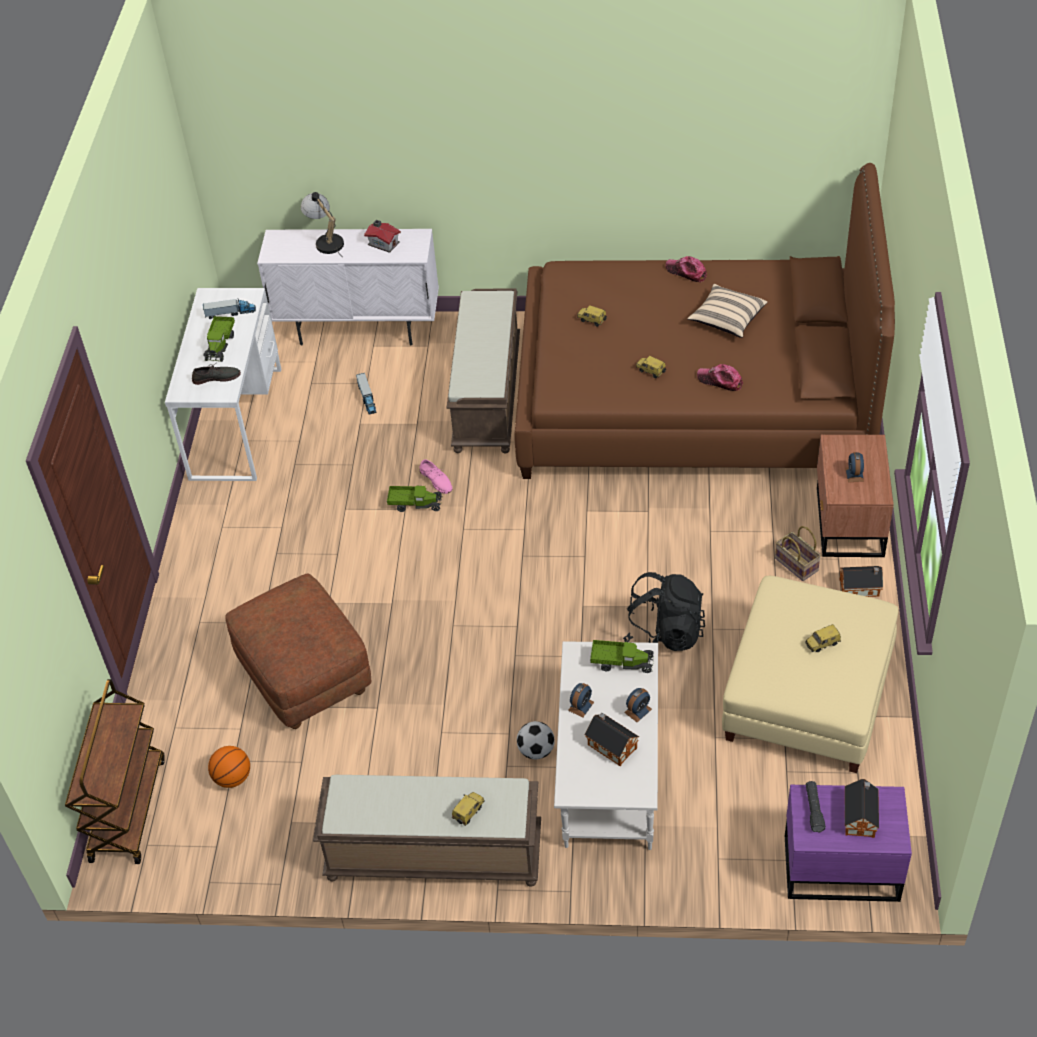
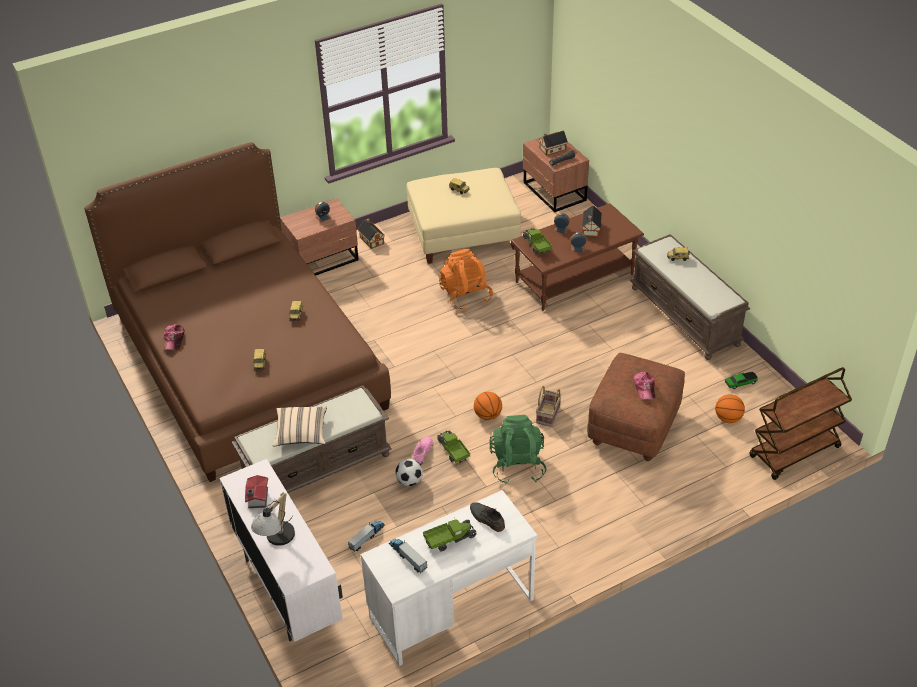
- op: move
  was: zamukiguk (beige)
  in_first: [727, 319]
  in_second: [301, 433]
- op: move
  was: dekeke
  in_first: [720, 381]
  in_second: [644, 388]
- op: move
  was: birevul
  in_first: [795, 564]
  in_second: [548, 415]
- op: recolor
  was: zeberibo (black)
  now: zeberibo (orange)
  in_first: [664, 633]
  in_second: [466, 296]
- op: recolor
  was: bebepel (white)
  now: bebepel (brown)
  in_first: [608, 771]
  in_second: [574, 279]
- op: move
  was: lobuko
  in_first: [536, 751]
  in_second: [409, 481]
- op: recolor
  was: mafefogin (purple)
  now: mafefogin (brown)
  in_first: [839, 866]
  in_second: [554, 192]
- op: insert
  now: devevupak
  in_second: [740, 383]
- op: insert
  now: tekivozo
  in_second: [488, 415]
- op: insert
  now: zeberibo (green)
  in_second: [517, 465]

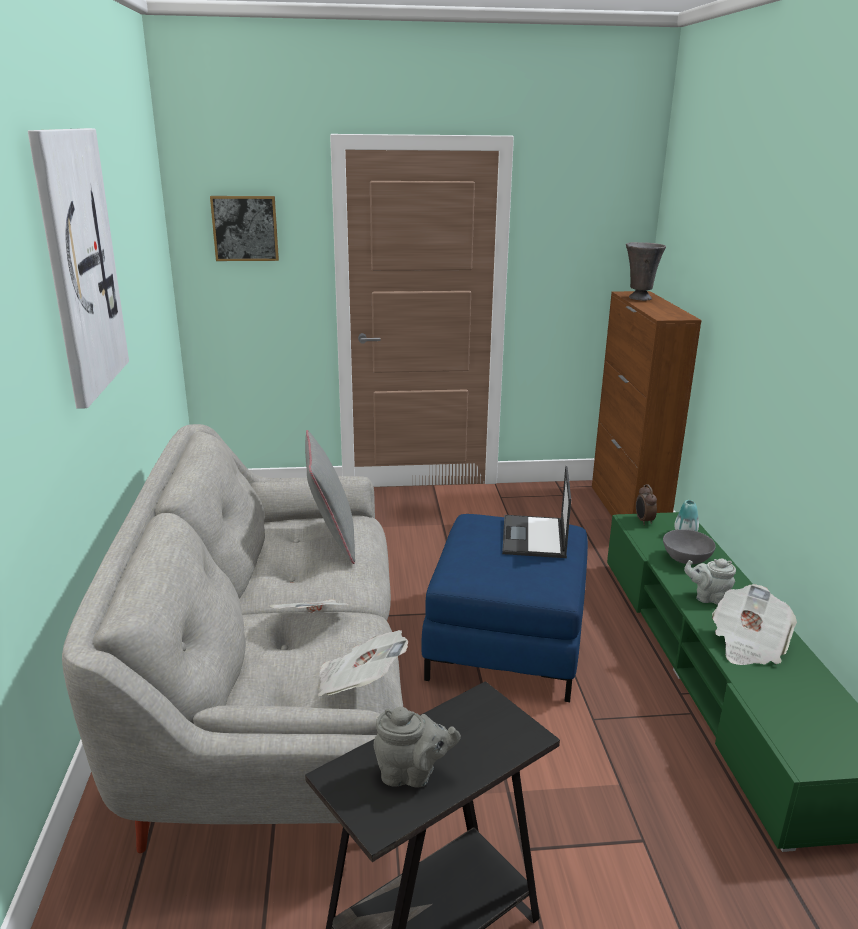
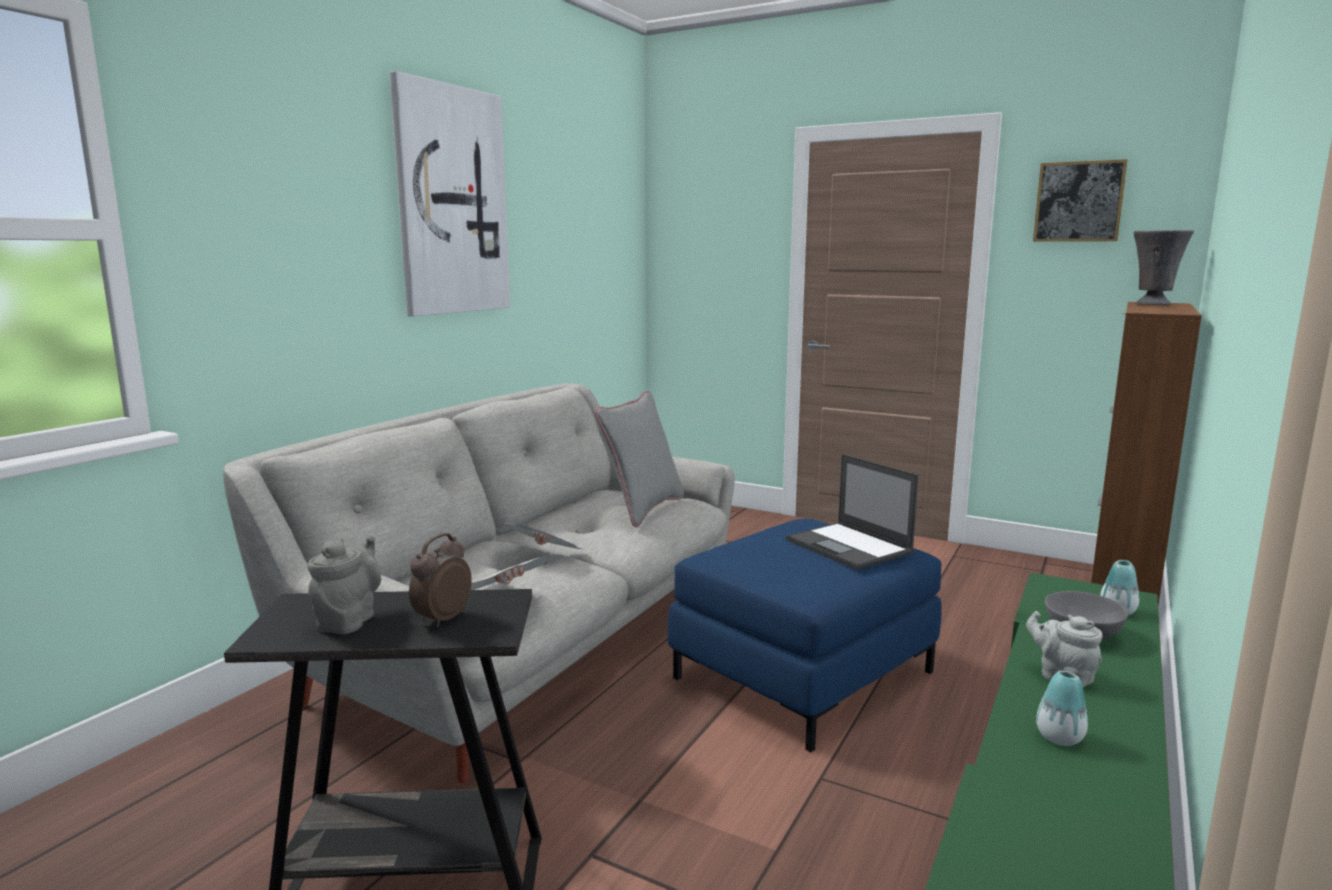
- op: move
  was: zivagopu
  in_first: [245, 228]
  in_second: [1078, 202]
- op: rotate
  was: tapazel
  in_first: [534, 537]
  in_second: [849, 547]
  clockwise: -75
- op: move
  was: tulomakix
  in_first: [643, 521]
  in_second: [441, 620]
- op: replace
  was: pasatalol
  now: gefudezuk
  in_first: [748, 644]
  in_second: [1059, 738]
- op: rotate
  was: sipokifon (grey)
  in_first: [412, 774]
  in_second: [349, 620]
  clockwise: -120

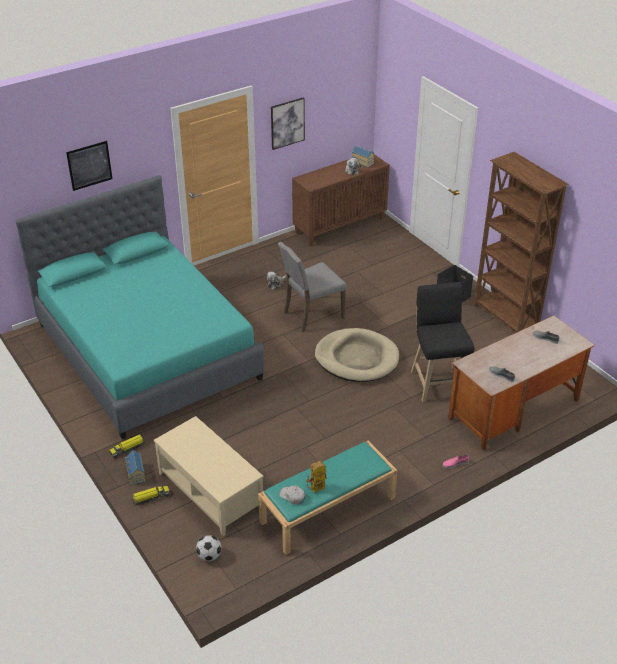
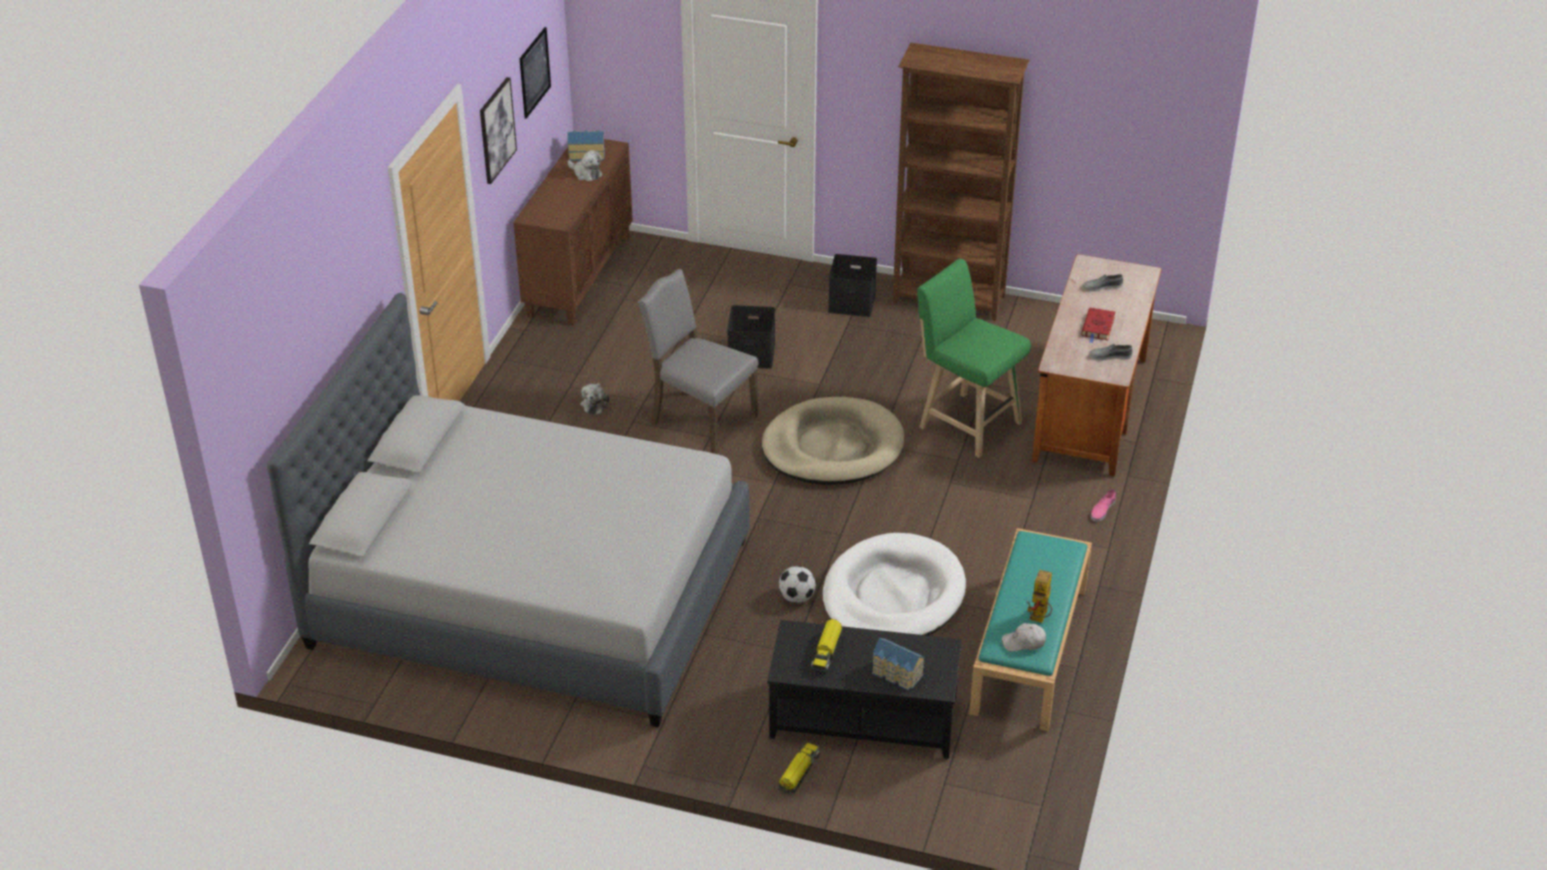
- op: move
  was: zivagopu
  in_first: [89, 165]
  in_second: [534, 72]
- op: recolor
  was: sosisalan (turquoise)
  now: sosisalan (grey)
  in_first: [148, 351]
  in_second: [531, 592]
- op: rotate
  was: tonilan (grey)
  in_first: [312, 315]
  in_second: [700, 420]
  clockwise: 105
- op: recolor
  was: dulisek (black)
  now: dulisek (green)
  in_first: [437, 381]
  in_second: [966, 423]
- op: recolor
  was: bebepel (beige)
  now: bebepel (black)
  in_first: [211, 491]
  in_second: [863, 716]
- op: move
  was: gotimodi
  in_first: [127, 449]
  in_second: [826, 651]
- op: move
  was: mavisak
  in_first: [135, 474]
  in_second: [896, 674]
- op: move
  was: lobuko
  in_first: [209, 556]
  in_second: [796, 598]
- op: insert
  now: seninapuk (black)
  in_second: [752, 354]
- op: insert
  now: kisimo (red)
  in_second: [1098, 327]
- op: insert
  now: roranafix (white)
  in_second: [893, 596]

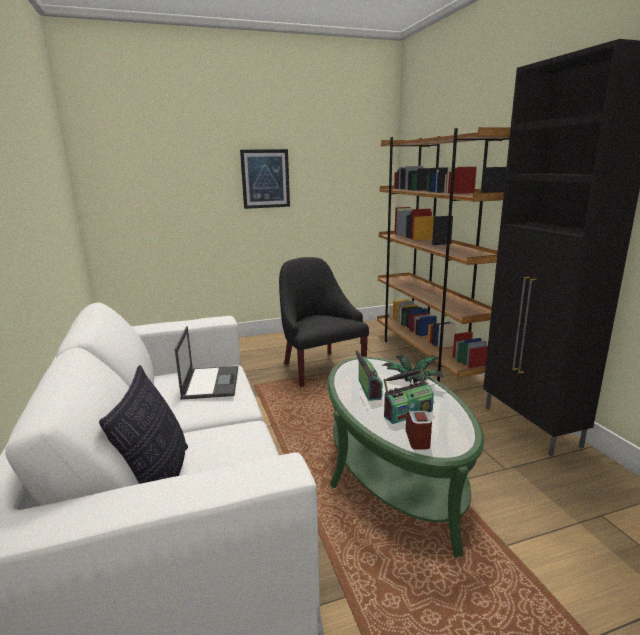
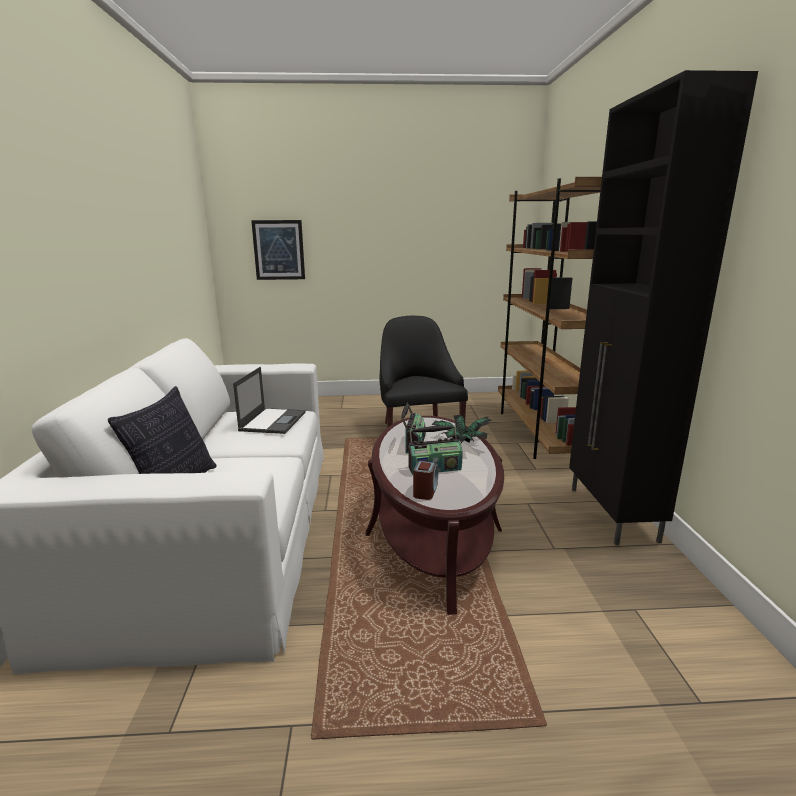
- op: move
  was: zivagopu
  in_first: [265, 179]
  in_second: [279, 250]
- op: recolor
  was: bebepel (green)
  now: bebepel (brown)
  in_first: [393, 471]
  in_second: [433, 532]

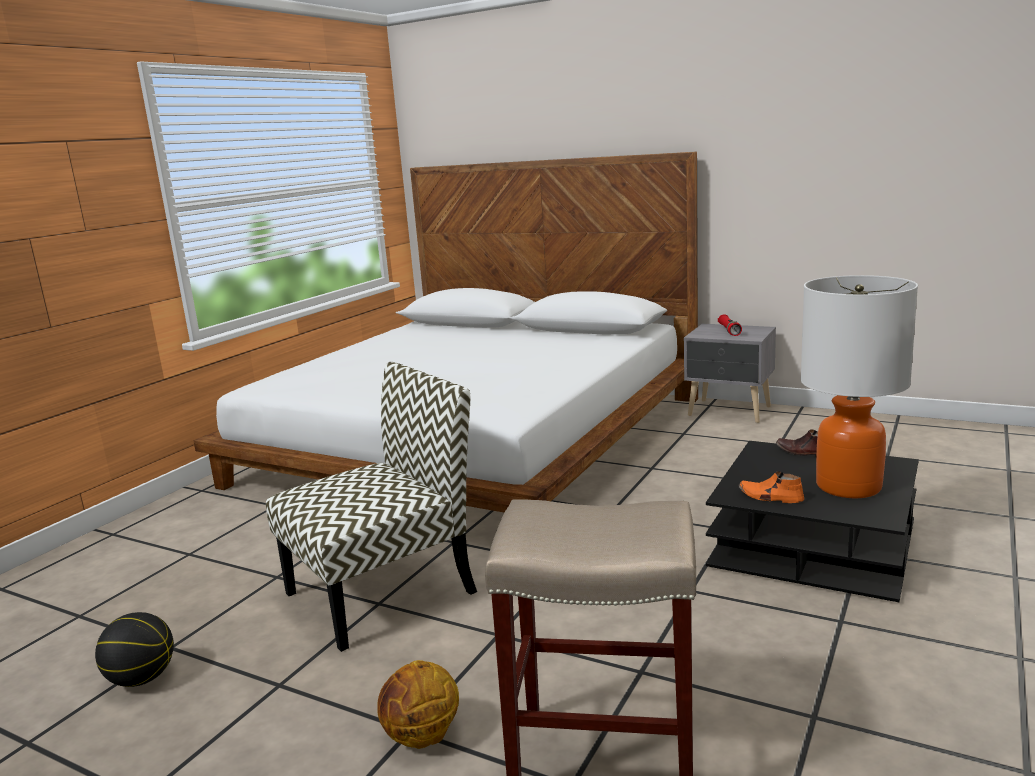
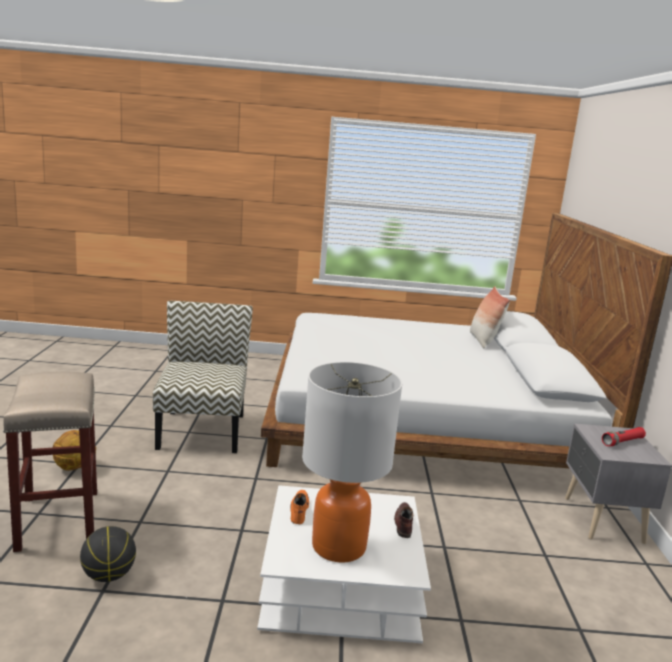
- op: rotate
  was: tonilan
  in_first: [383, 591]
  in_second: [201, 430]
  clockwise: -120
- op: recolor
  was: bebepel (black)
  now: bebepel (white)
  in_first: [813, 544]
  in_second: [340, 583]
- op: move
  was: tekivozo
  in_first: [142, 678]
  in_second: [109, 575]
- op: insert
  now: zamukiguk
  in_second: [483, 341]

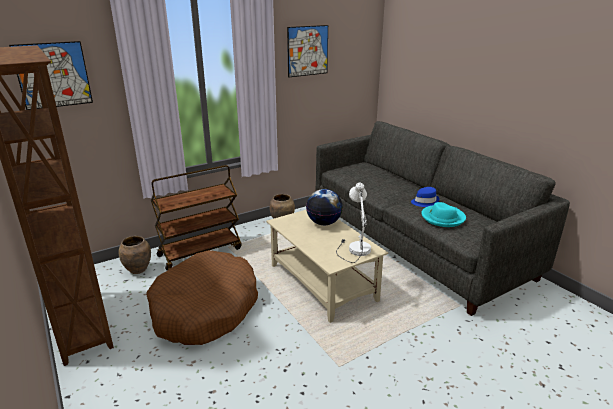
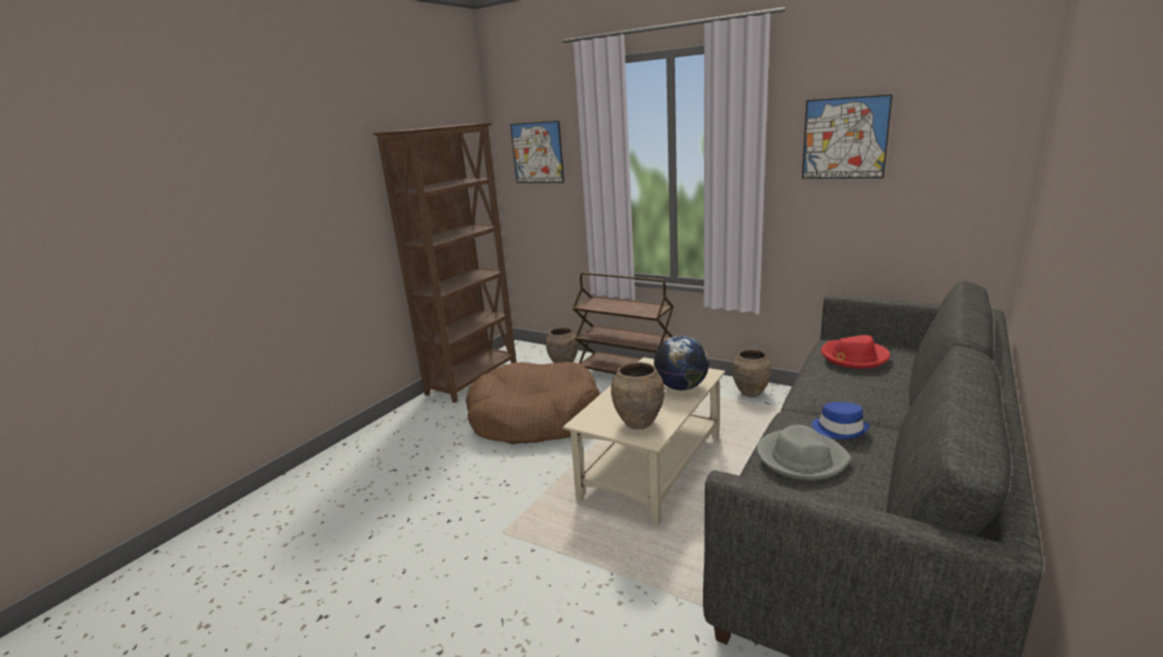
- op: replace
  was: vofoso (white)
  now: gefudezuk (brown)
  in_first: [353, 248]
  in_second: [638, 423]
- op: recolor
  was: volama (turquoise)
  now: volama (grey)
  in_first: [442, 218]
  in_second: [801, 458]
- op: insert
  now: volama (red)
  in_second: [853, 357]

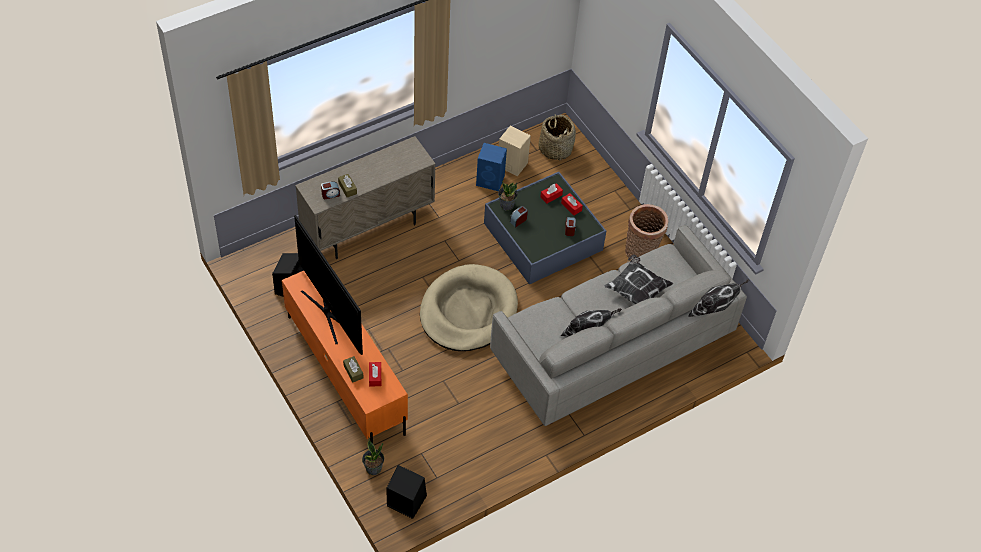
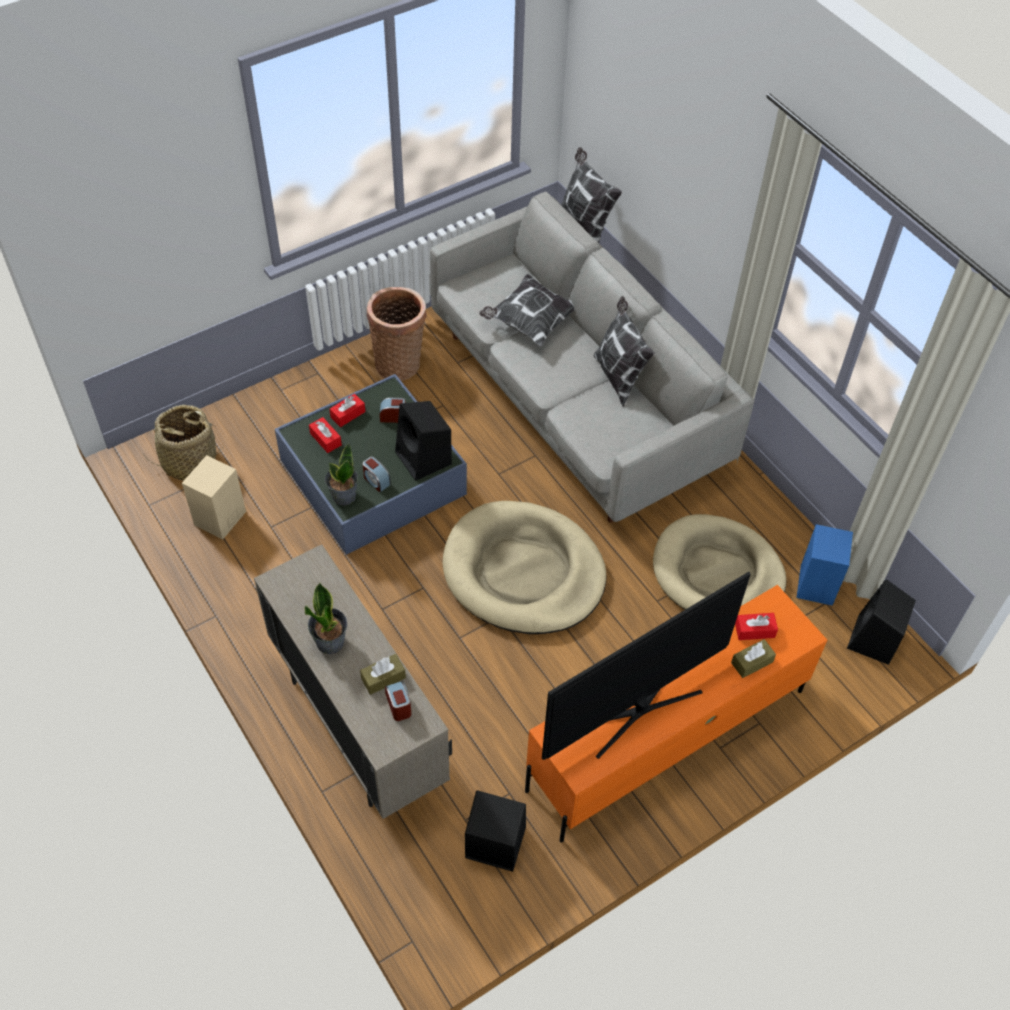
- op: move
  was: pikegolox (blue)
  in_first: [491, 181]
  in_second: [816, 584]
- op: move
  was: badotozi
  in_first: [373, 468]
  in_second: [330, 642]
- op: insert
  now: pikegolox (black)
  in_second: [424, 459]
- op: insert
  now: roranafix (beige)
  in_second: [717, 573]

